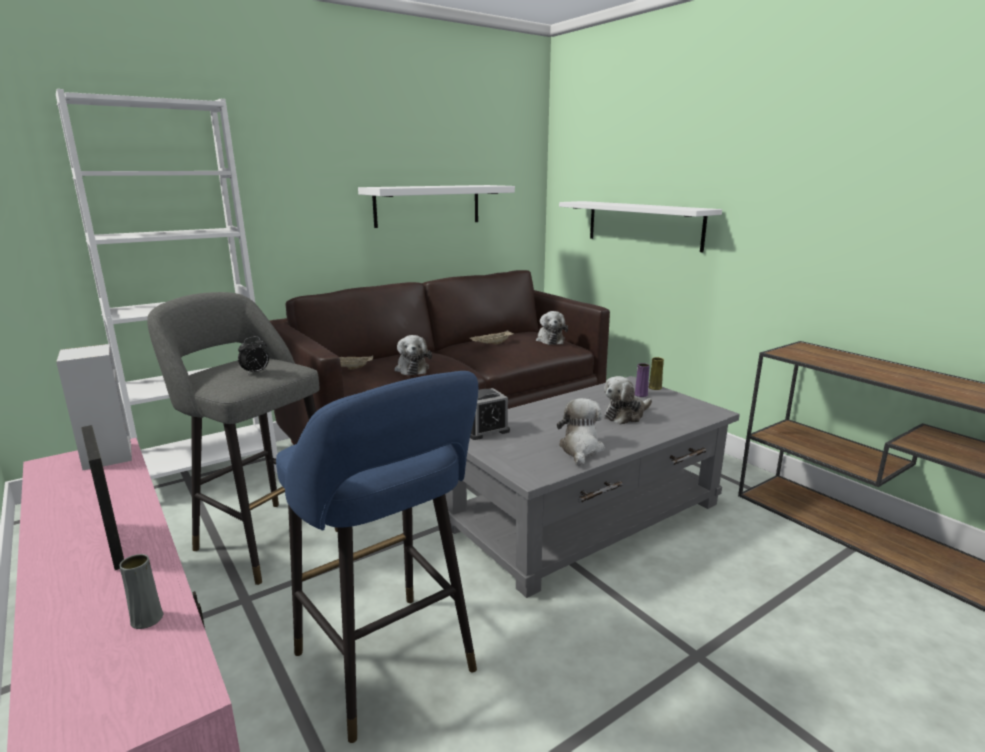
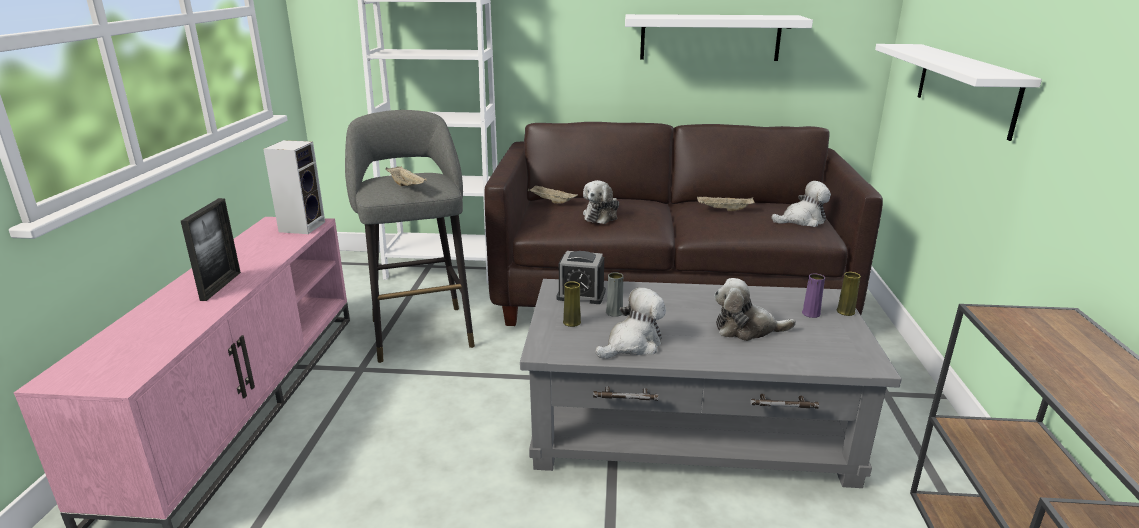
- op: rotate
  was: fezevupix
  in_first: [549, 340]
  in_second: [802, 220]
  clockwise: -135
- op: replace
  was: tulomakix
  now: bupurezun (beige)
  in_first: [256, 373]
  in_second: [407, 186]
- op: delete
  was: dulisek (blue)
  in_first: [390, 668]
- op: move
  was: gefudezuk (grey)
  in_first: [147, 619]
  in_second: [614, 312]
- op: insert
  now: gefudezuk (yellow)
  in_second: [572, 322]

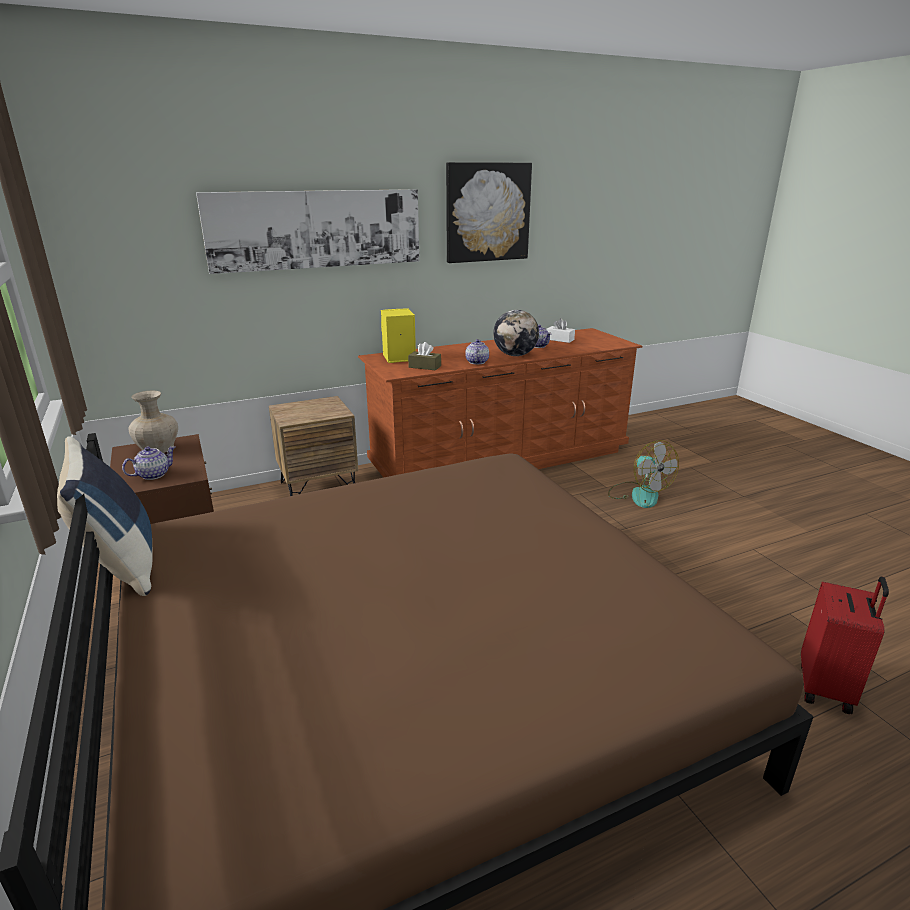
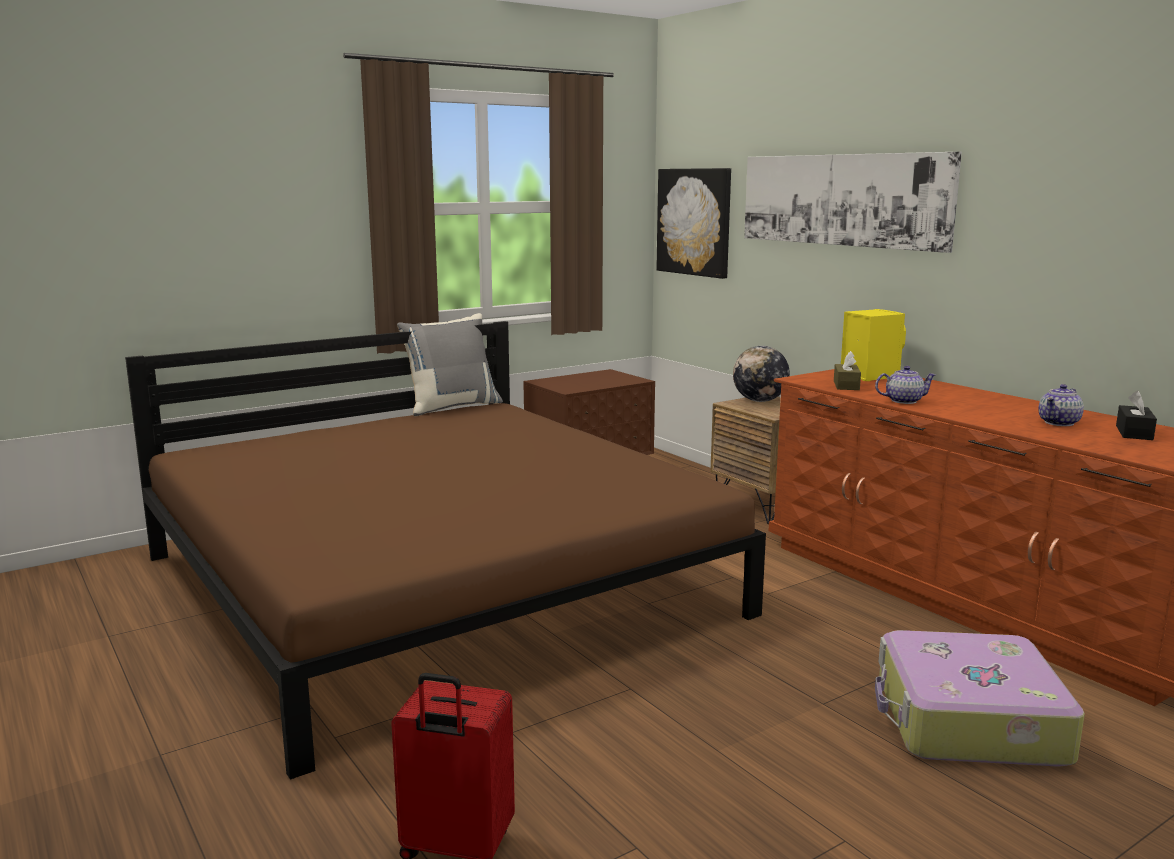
- op: move
  was: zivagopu
  in_first: [487, 212]
  in_second: [694, 222]
- op: move
  was: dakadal
  in_first: [515, 355]
  in_second: [759, 401]
- op: recolor
  was: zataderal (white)
  now: zataderal (black)
  in_first: [560, 339]
  in_second: [1134, 433]
- op: delete
  was: gefudezuk (beige)
  in_first: [158, 448]
- op: recolor
  was: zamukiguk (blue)
  now: zamukiguk (grey)
  in_first: [121, 565]
  in_second: [452, 406]
- op: replace
  was: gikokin
  now: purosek
  in_first: [638, 494]
  in_second: [967, 721]
- op: delete
  was: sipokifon
  in_first: [153, 475]

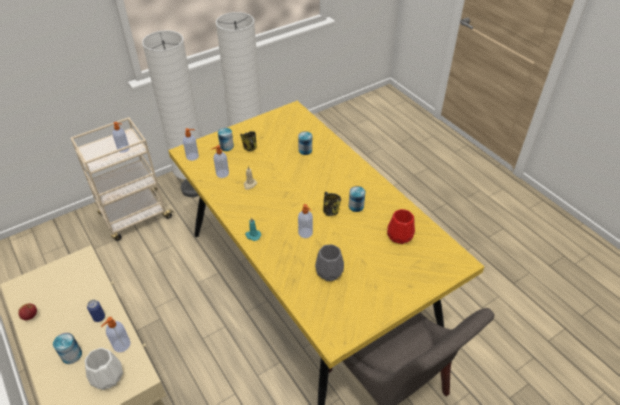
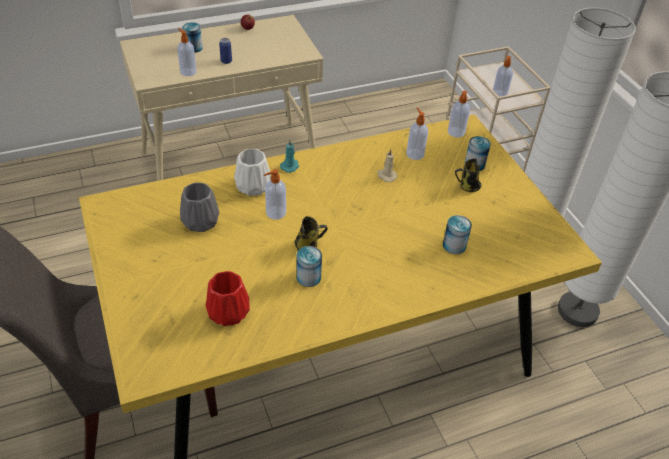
- op: move
  was: gefudezuk (white)
  in_first: [107, 376]
  in_second: [253, 186]

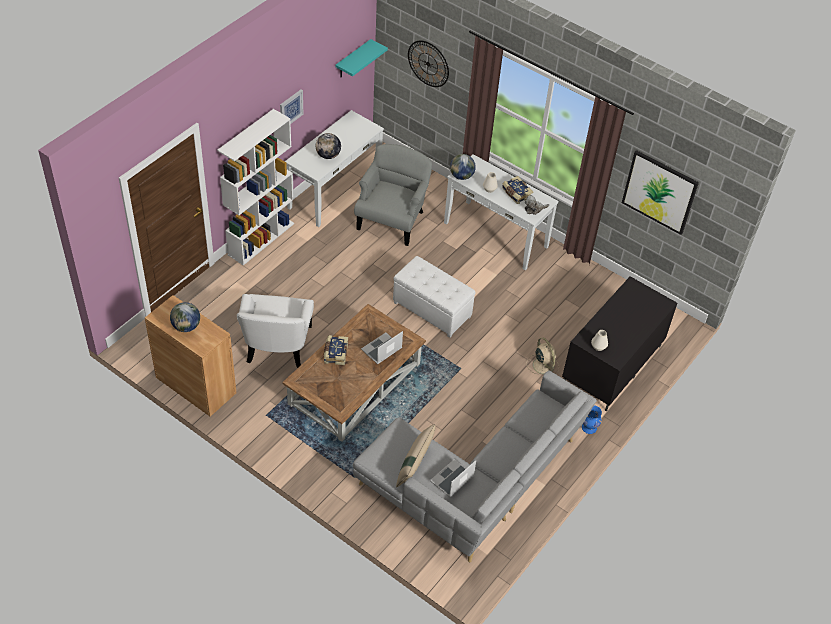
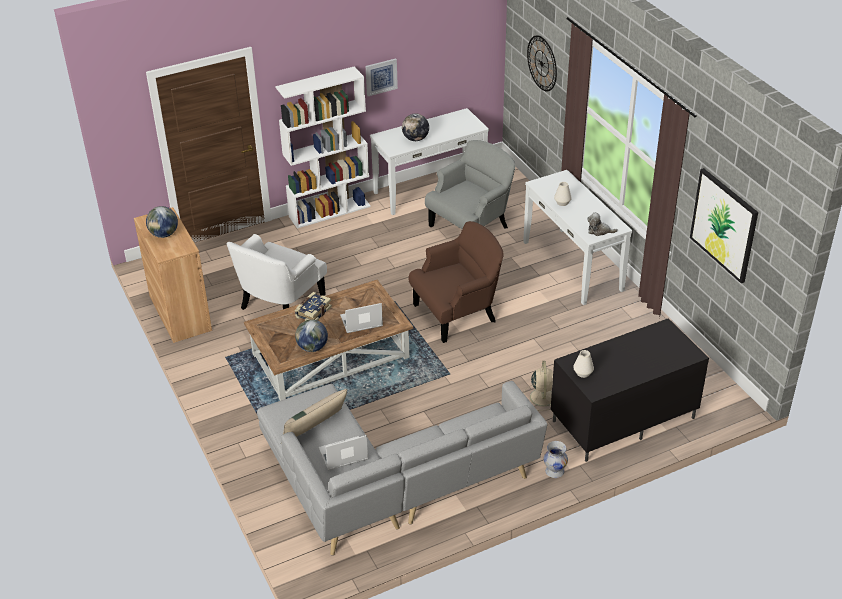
- op: delete
  was: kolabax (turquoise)
  in_first: [353, 59]
- op: move
  was: dakadal
  in_first: [461, 176]
  in_second: [312, 348]
- op: delete
  was: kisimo
  in_first: [516, 194]
- op: replace
  was: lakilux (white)
  now: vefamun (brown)
  in_first: [432, 309]
  in_second: [457, 313]
- op: recolor
  was: gefudezuk (blue)
  now: gefudezuk (white)
  in_first: [589, 428]
  in_second: [554, 472]

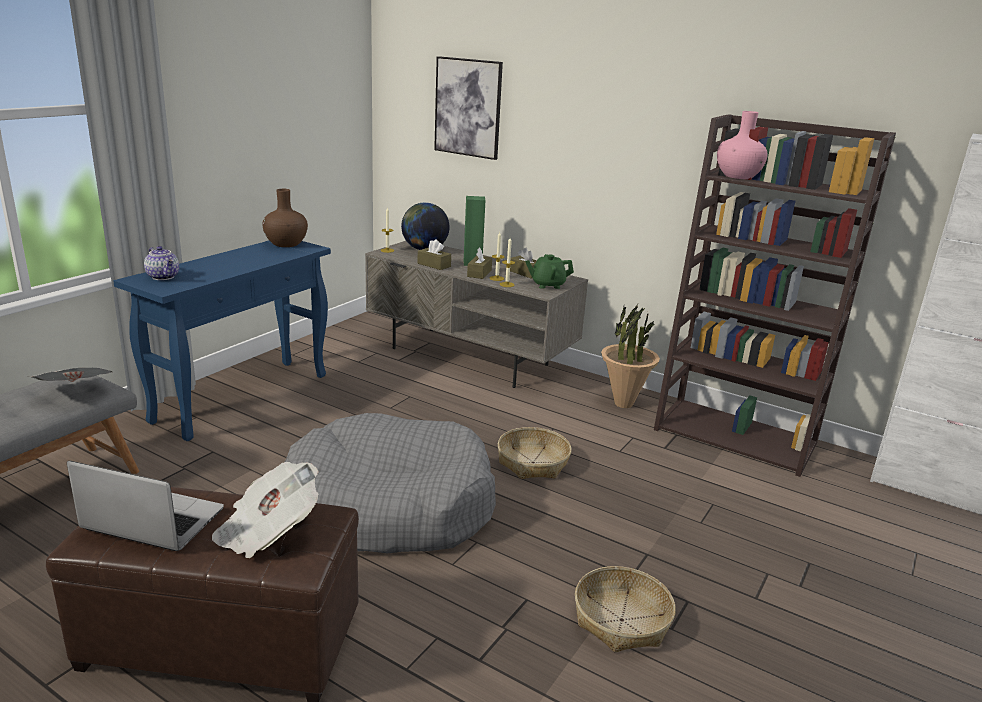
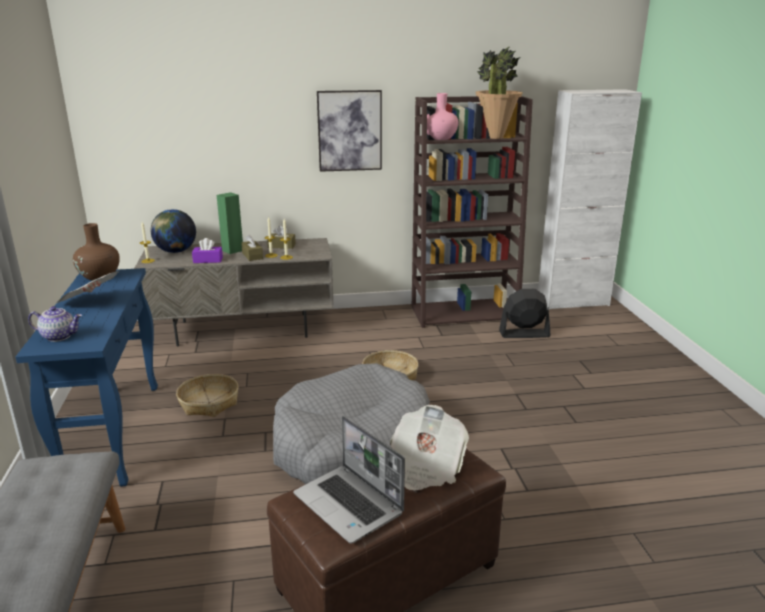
- op: move
  was: zivagopu
  in_first: [468, 107]
  in_second: [349, 131]
- op: recolor
  was: zataderal (brown)
  now: zataderal (purple)
  in_first: [434, 265]
  in_second: [208, 260]
- op: delete
  was: sipokifon (green)
  in_first: [547, 285]
- op: move
  was: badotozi
  in_first: [623, 403]
  in_second: [495, 137]
- op: move
  was: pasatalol
  in_first: [76, 393]
  in_second: [90, 302]
- op: rotate
  was: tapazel
  in_first: [151, 521]
  in_second: [350, 505]
  clockwise: -105
- op: move
  was: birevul
  in_first: [621, 620]
  in_second: [209, 403]
- op: insert
  now: gikokin (black)
  in_second: [524, 334]

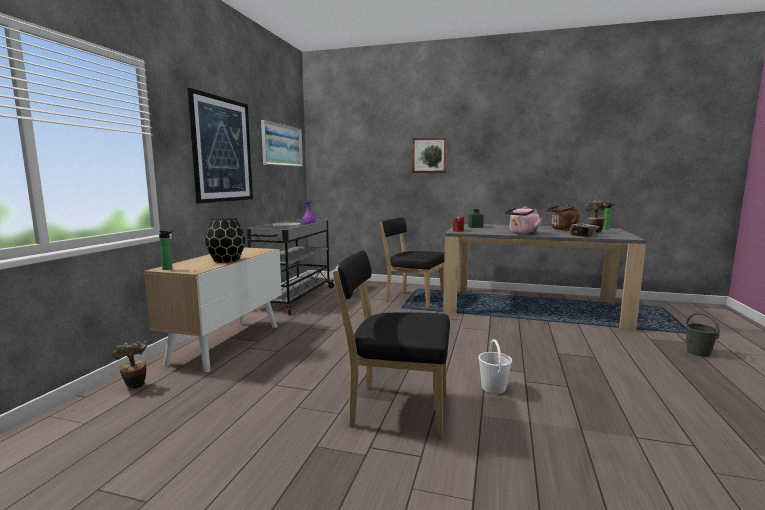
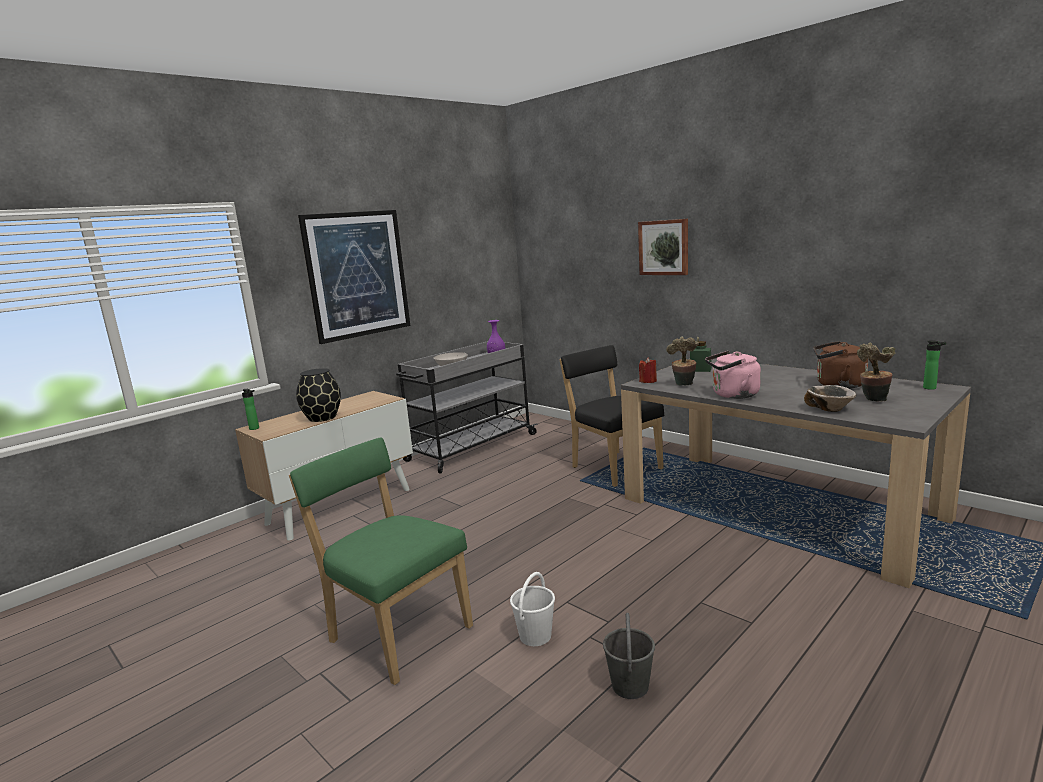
- op: delete
  was: zivagopu
  in_first: [282, 145]
- op: recolor
  was: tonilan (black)
  now: tonilan (green)
  in_first: [394, 408]
  in_second: [396, 632]
- op: move
  was: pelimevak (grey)
  in_first: [698, 353]
  in_second: [630, 686]
- op: move
  was: badotozi
  in_first: [135, 387]
  in_second: [684, 385]

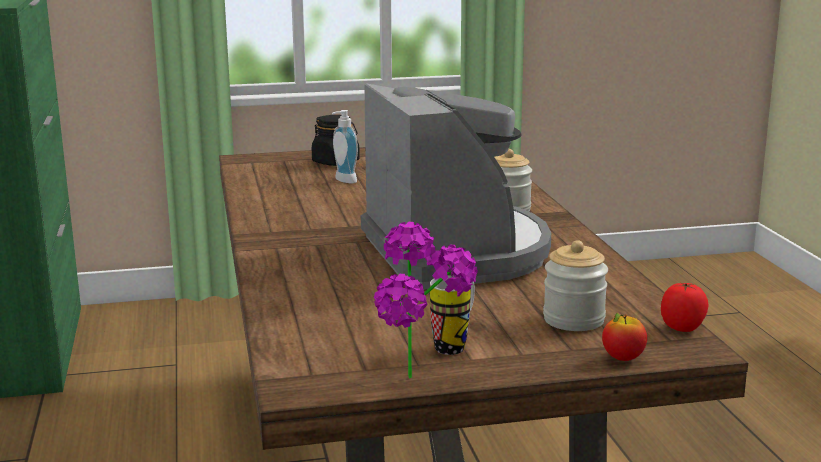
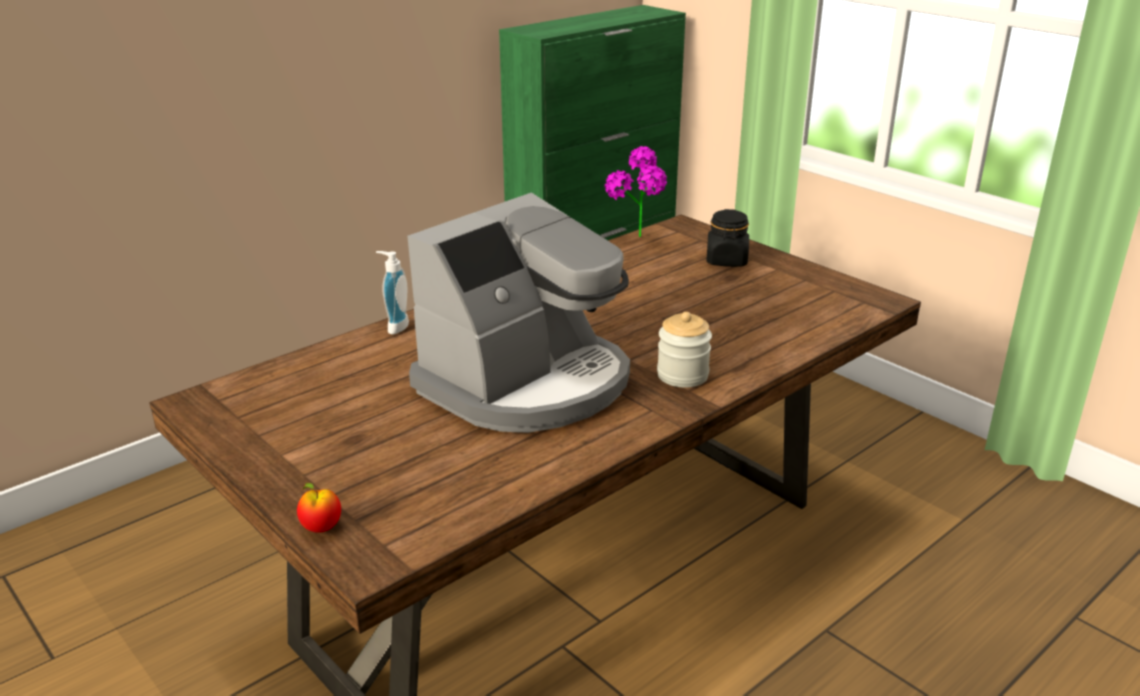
- op: move
  was: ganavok
  in_first: [343, 181]
  in_second: [394, 326]
- op: move
  was: badotozi
  in_first: [423, 384]
  in_second: [636, 241]
- op: delete
  was: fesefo
  in_first: [573, 320]
- op: delete
  was: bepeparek
  in_first: [455, 345]
- op: delete
  was: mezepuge
  in_first: [683, 328]

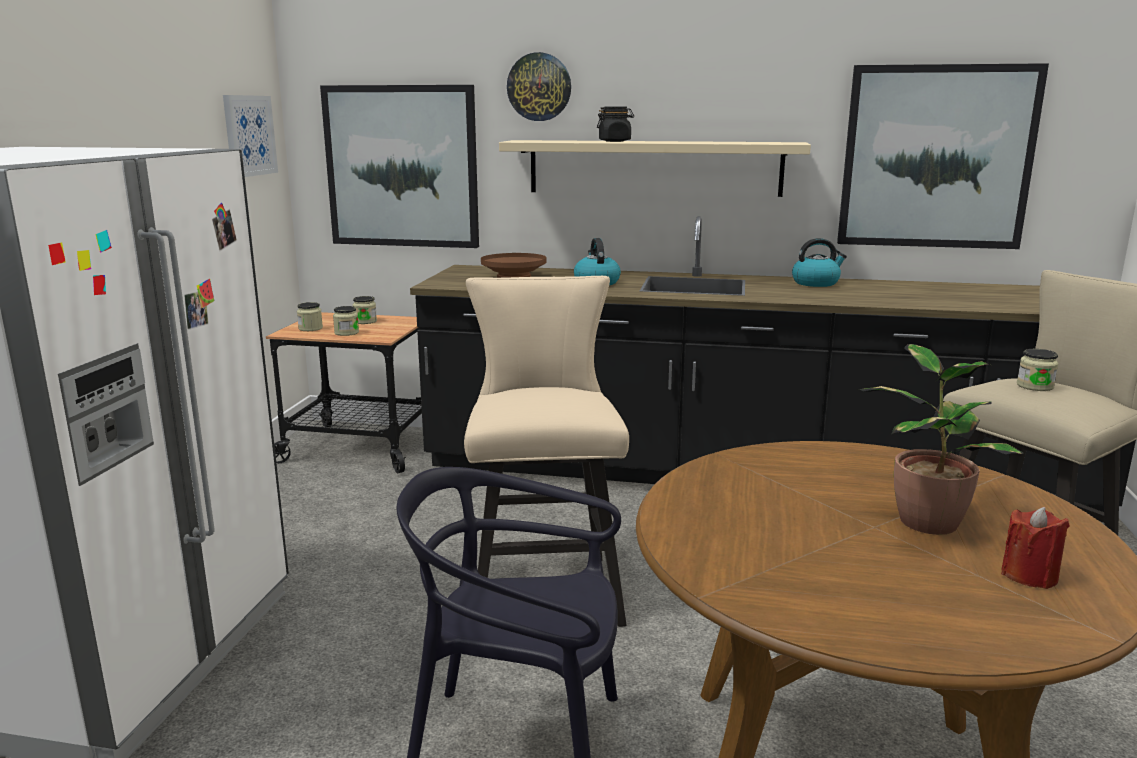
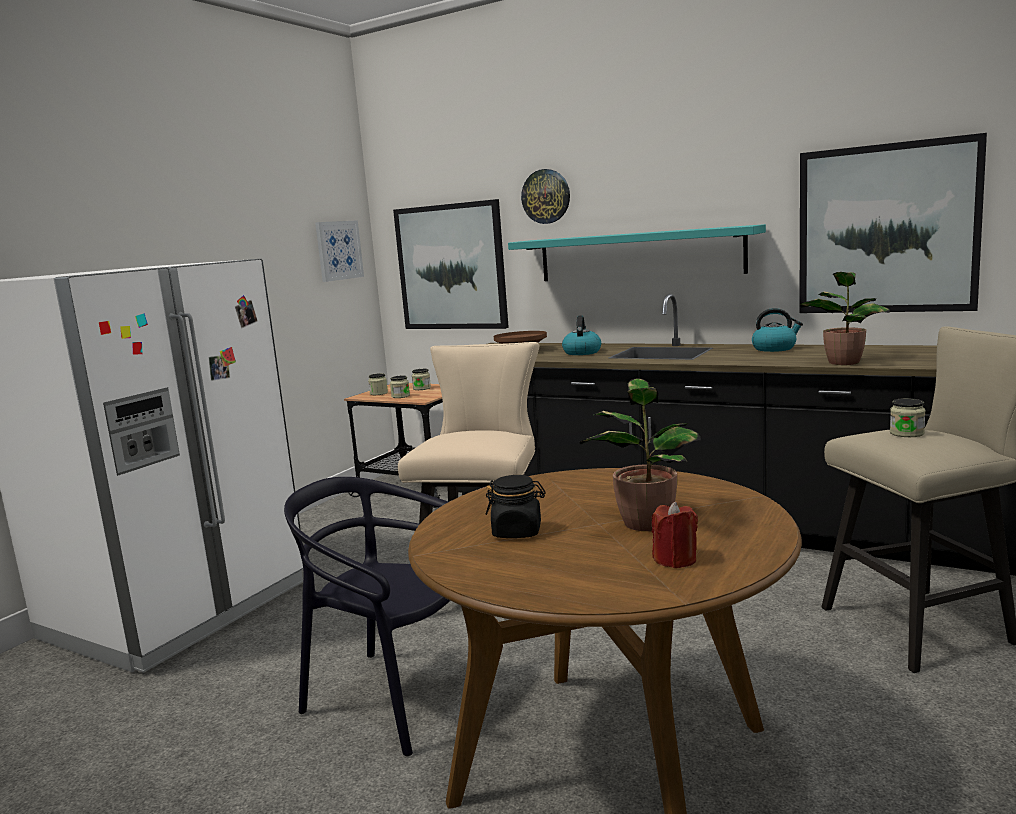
- op: move
  was: fesefo (black)
  in_first: [615, 141]
  in_second: [517, 532]
- op: recolor
  was: kolabax (beige)
  now: kolabax (turquoise)
  in_first: [654, 167]
  in_second: [638, 255]
- op: insert
  now: badotozi
  in_second: [844, 362]

